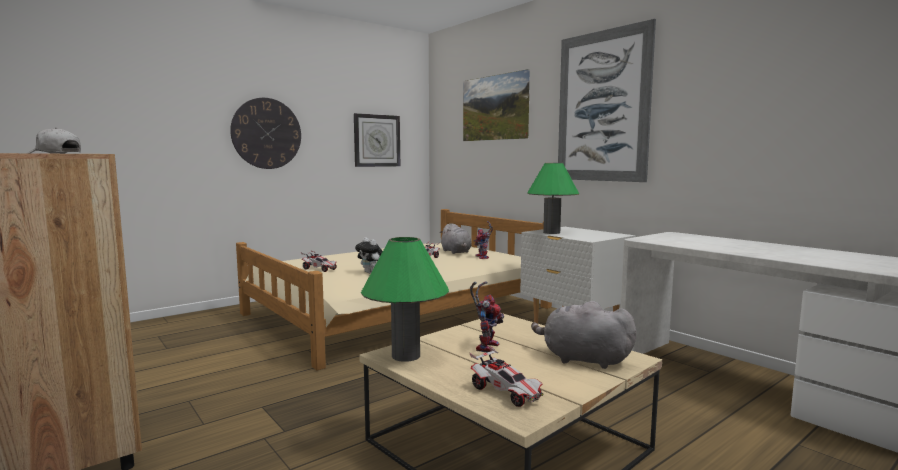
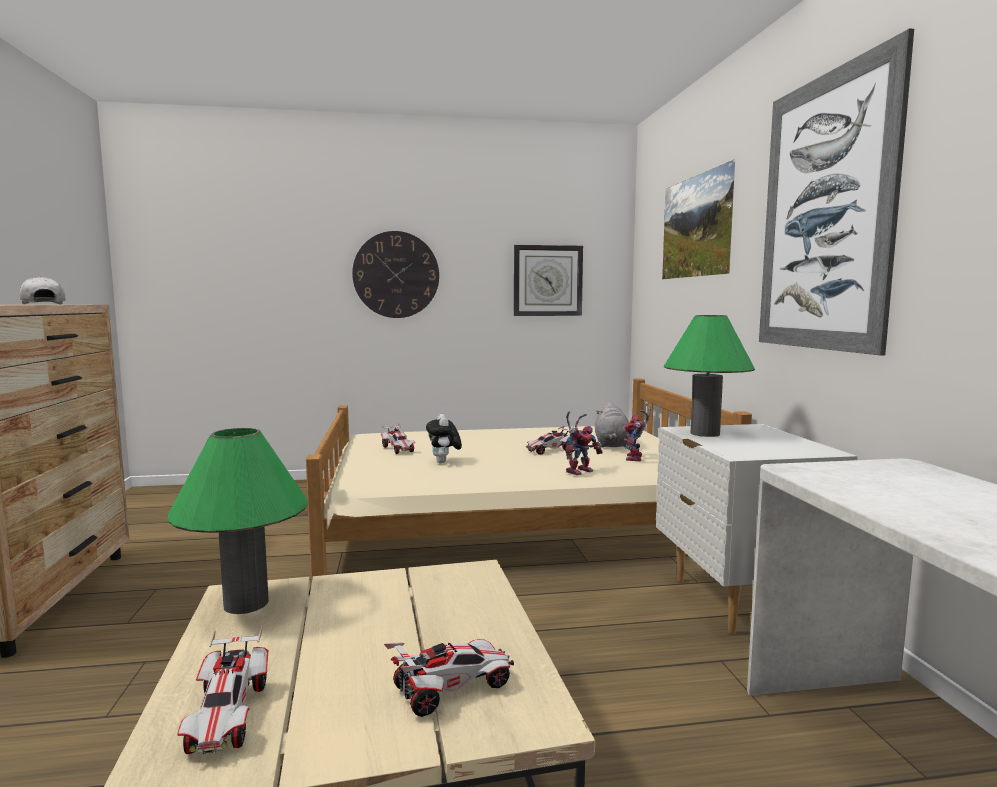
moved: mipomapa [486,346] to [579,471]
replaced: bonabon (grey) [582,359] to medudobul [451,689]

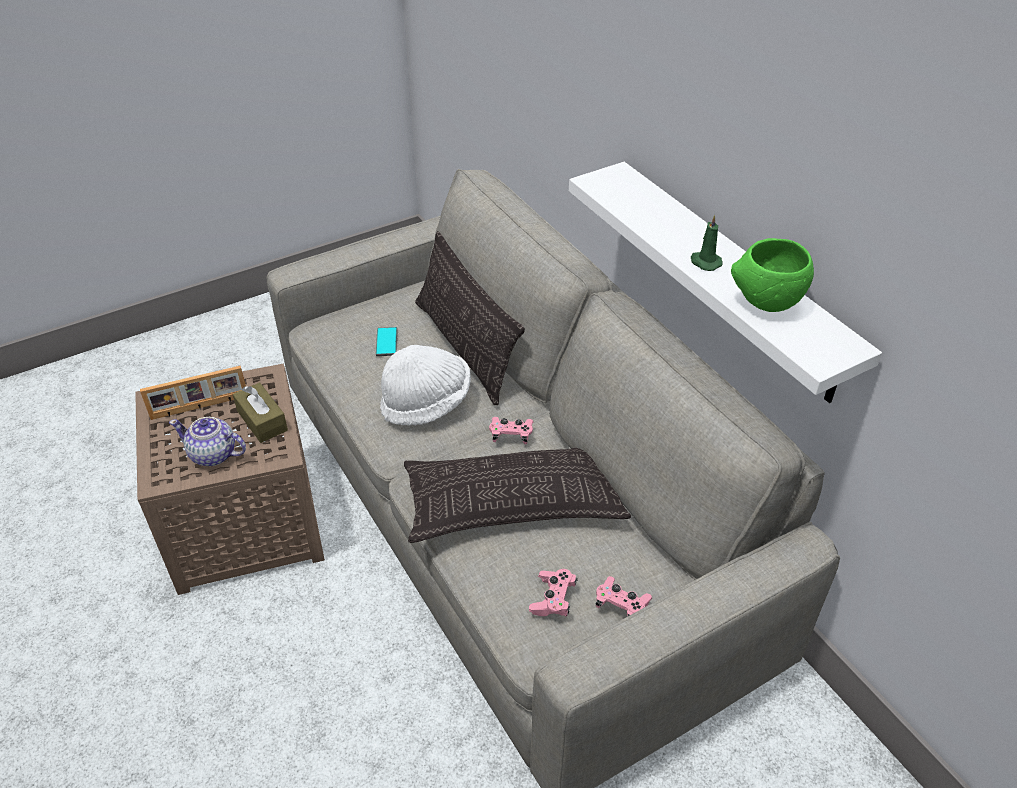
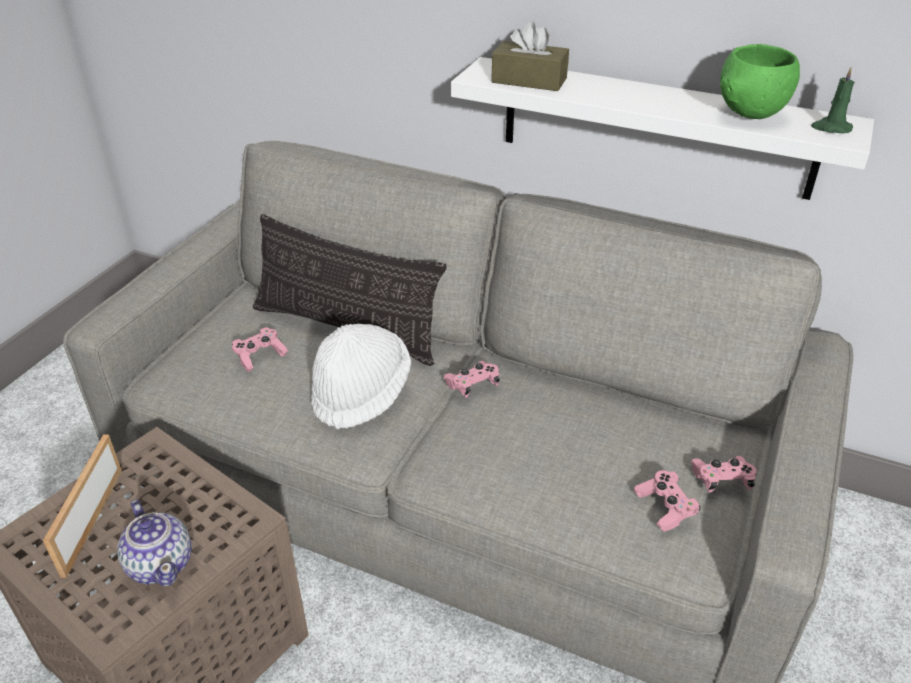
removed: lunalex [513,501]
moved: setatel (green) [704,262] to [830,128]; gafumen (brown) [262,420] to [529,80]
replaced: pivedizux [386,342] to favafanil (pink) [260,356]
turned: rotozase [200,407] = [91,520] 150 degrees clockwise; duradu [213,455] = [161,563] 105 degrees counterclockwise

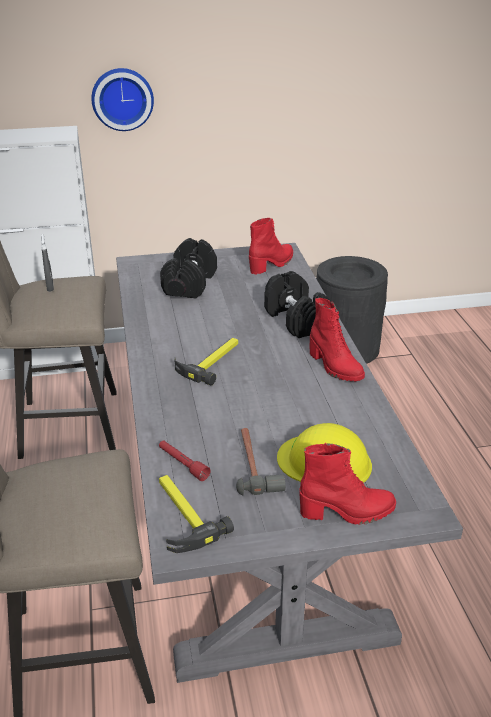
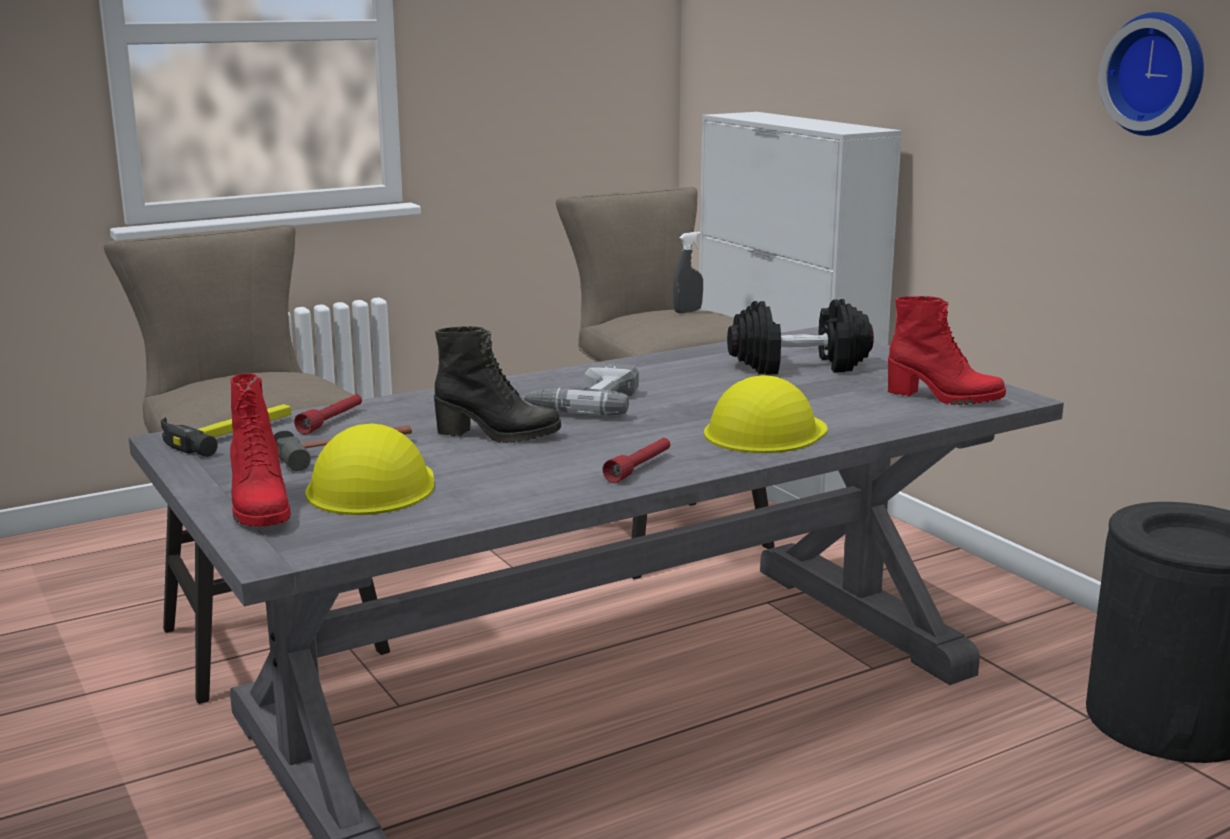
added: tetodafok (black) [497,435]
moved: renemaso [122,98] to [1157,74]
replaced: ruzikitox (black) [296,320] to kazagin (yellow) [765,432]; tetodafok (red) [334,367] to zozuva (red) [639,468]; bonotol [211,361] to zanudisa [584,403]

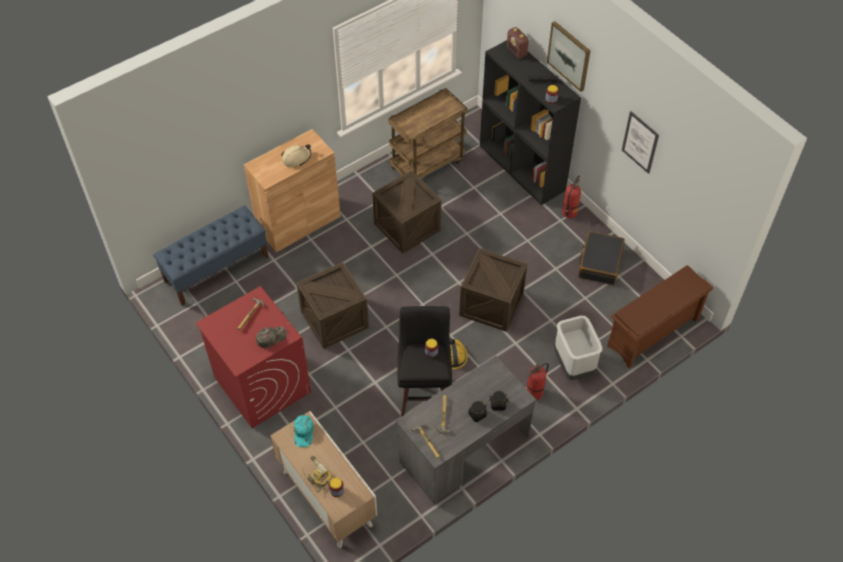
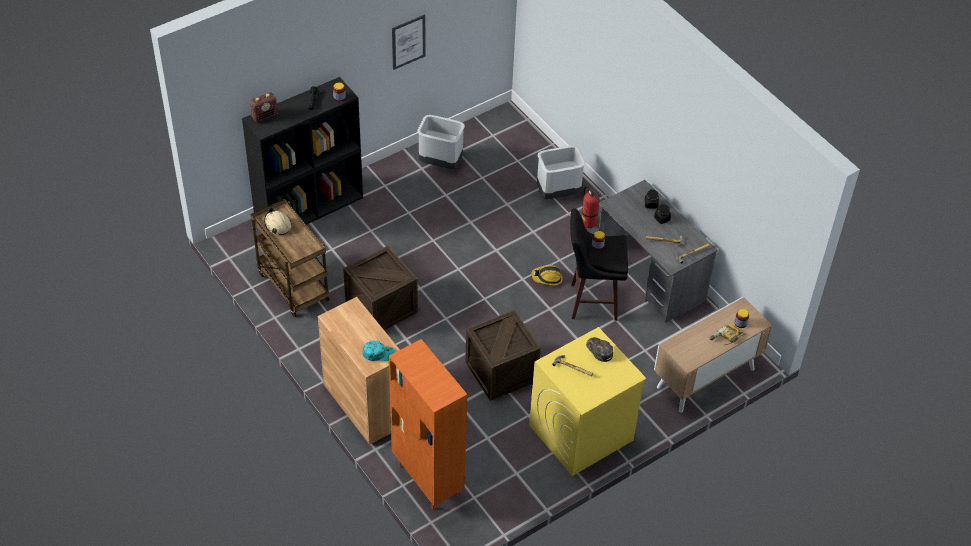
removed: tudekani [569,55]; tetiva [569,212]; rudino [491,304]; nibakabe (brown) [652,334]
moved: kazagin (beige) [296,158] to [277,224]; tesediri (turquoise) [304,433] to [378,353]
replaced: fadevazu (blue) [217,269] to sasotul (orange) [426,480]; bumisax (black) [599,263] to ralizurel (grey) [441,163]
recoloured: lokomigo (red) [261,384] to lokomigo (yellow) [580,433]

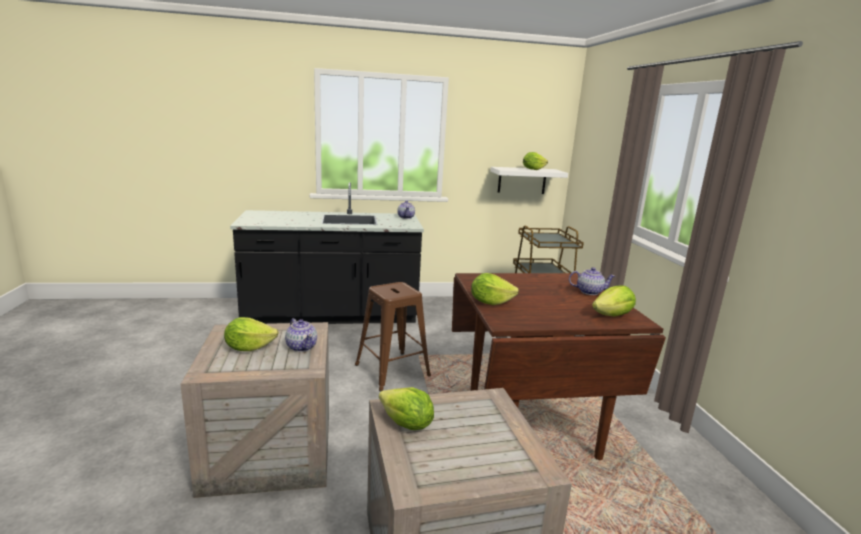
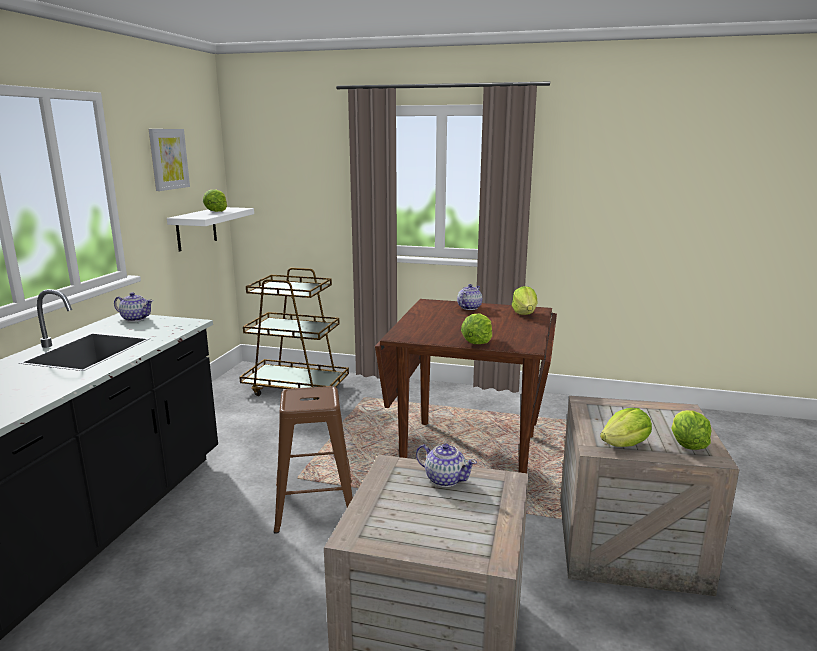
added: tudekani [168,159]
moved: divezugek [249,348] to [687,445]
turned: duradu [301,347] = [445,479] 45 degrees clockwise

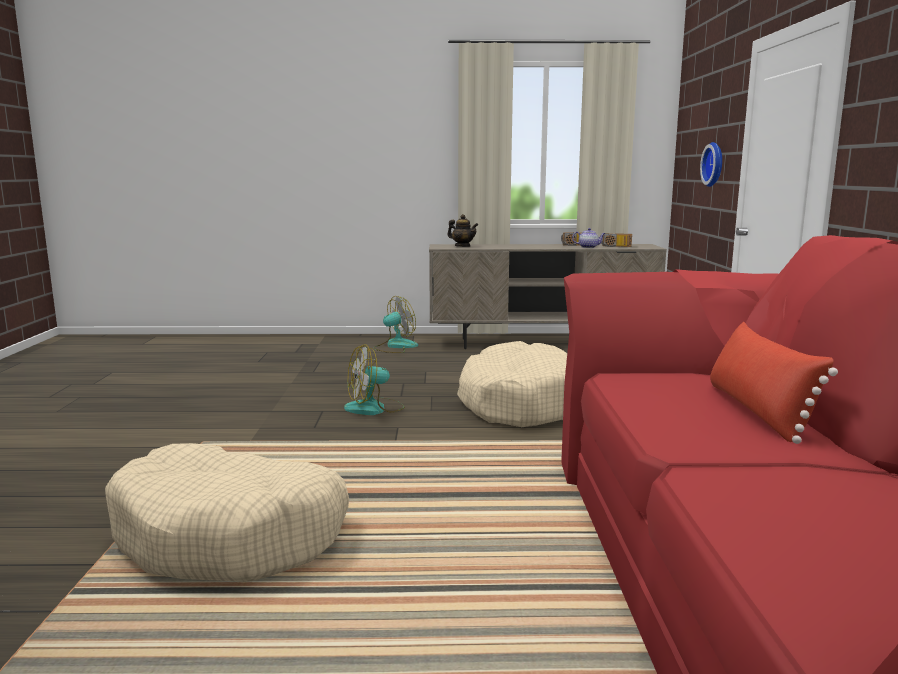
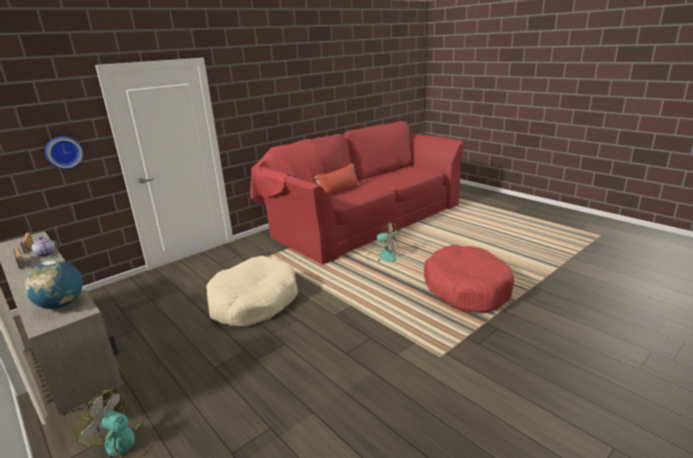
moved: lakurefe [374,408] to [383,256]
replaced: duradu [462,246] to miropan [61,305]
recoloured: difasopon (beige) [231,536] to difasopon (red) [466,288]

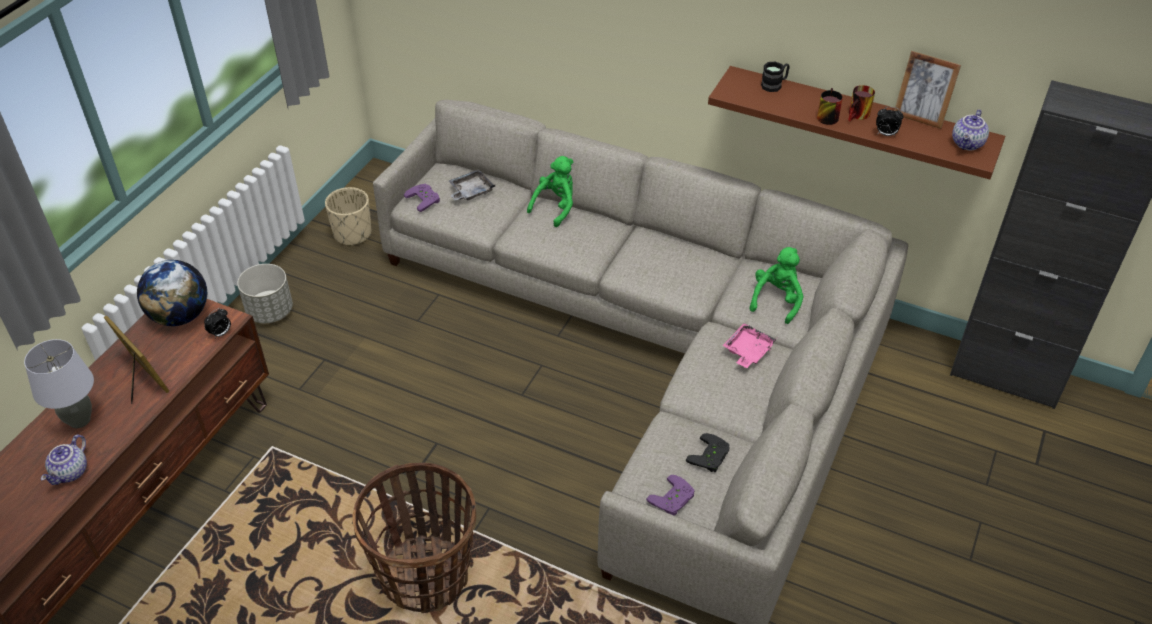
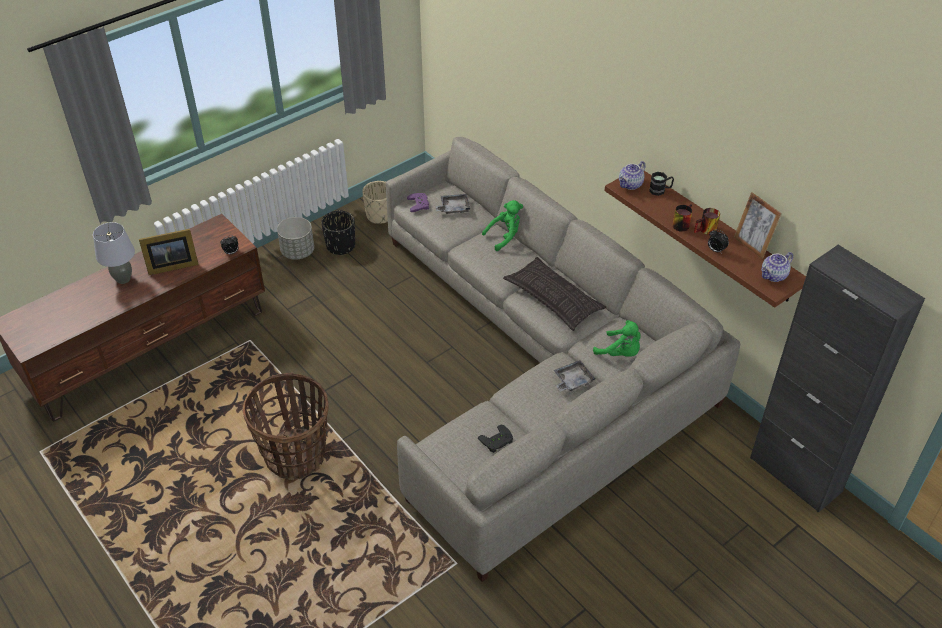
removed: miropan [180,316]; favafanil (purple) [673,500]
added: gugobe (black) [340,246]; lunalex [553,298]
moved: duradu [71,473] to [630,185]
recoloured: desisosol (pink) [747,351] to desisosol (grey) [572,381]
turned: bonabon (green) [776,300] = [620,353] 75 degrees clockwise; rotozase [142,378] = [171,265] 90 degrees clockwise

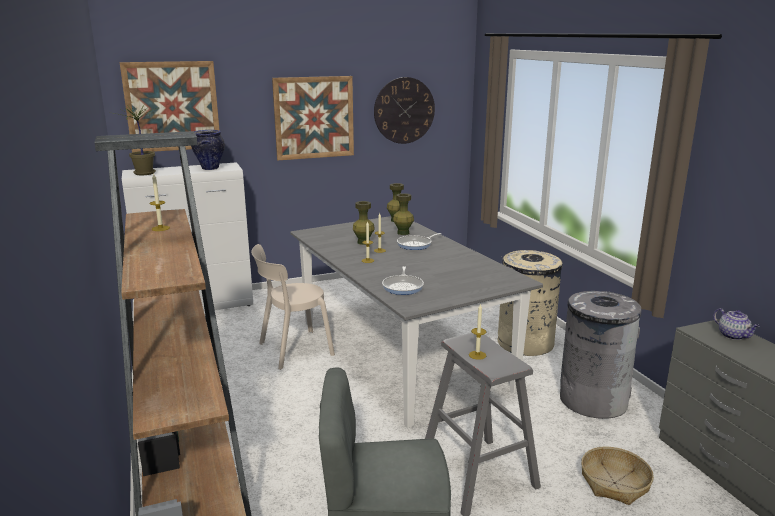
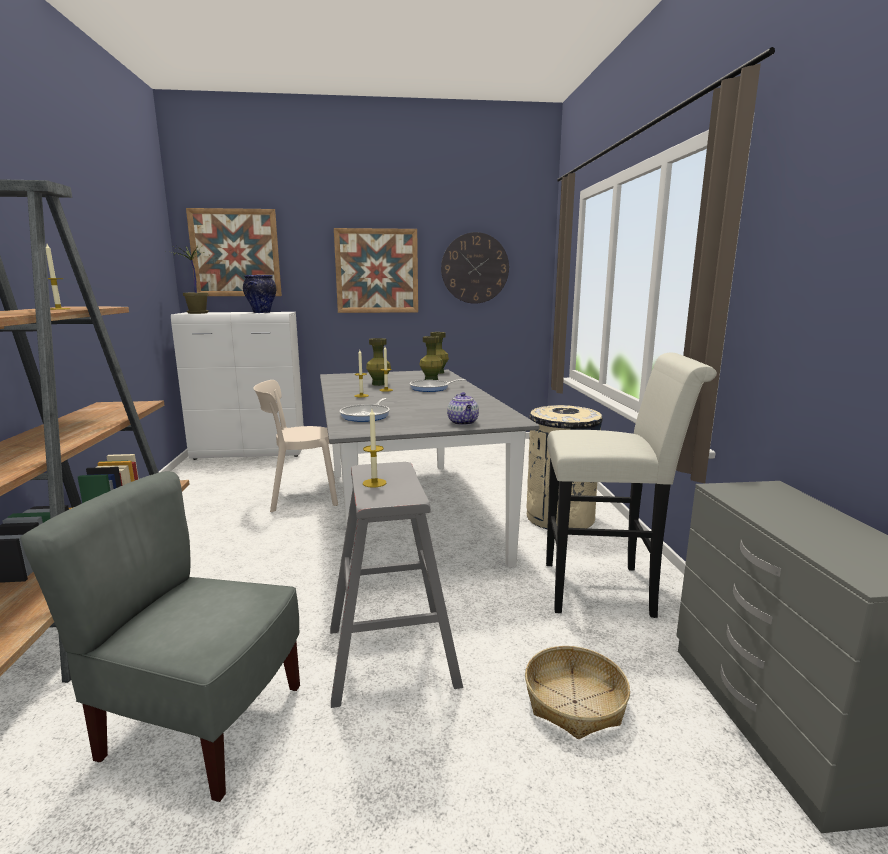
moved: duradu [733,336] to [463,423]
replaced: ralizurel (grey) [592,400] to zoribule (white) [607,589]

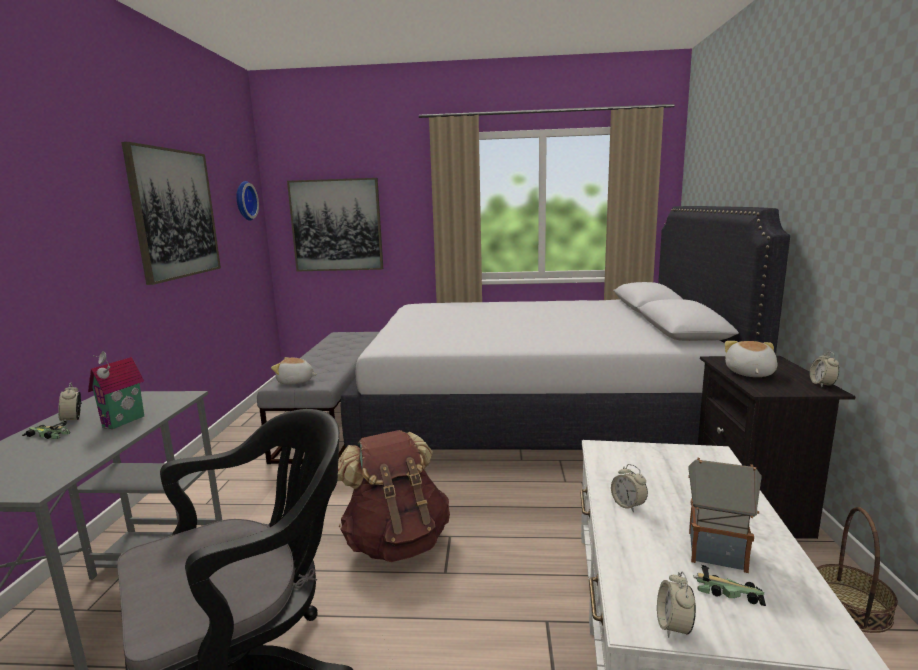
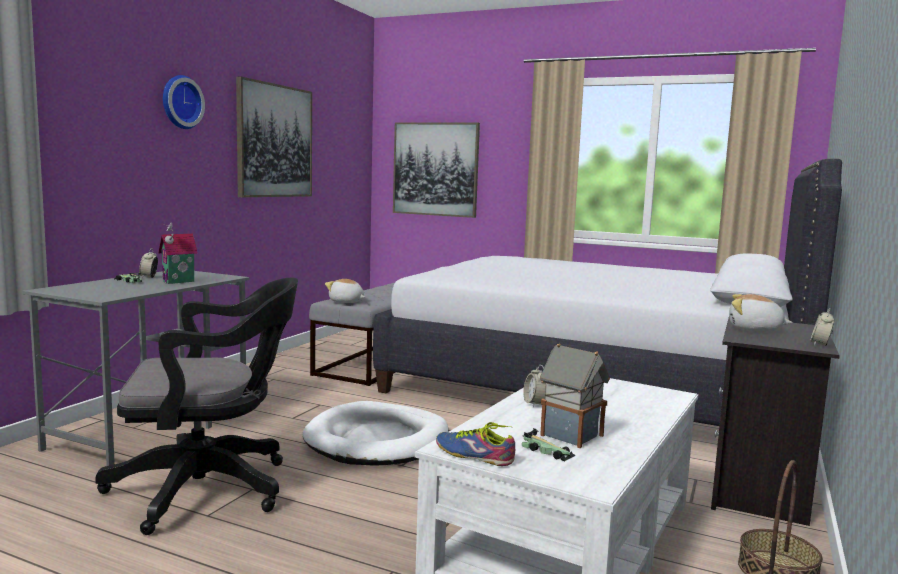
moved: renemaso [244,201] to [180,102]
replaced: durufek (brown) [396,542] to difasopon (white) [377,440]; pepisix [673,626] to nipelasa [475,454]
turned: bonabon [749,373] = [754,330] 105 degrees counterclockwise

